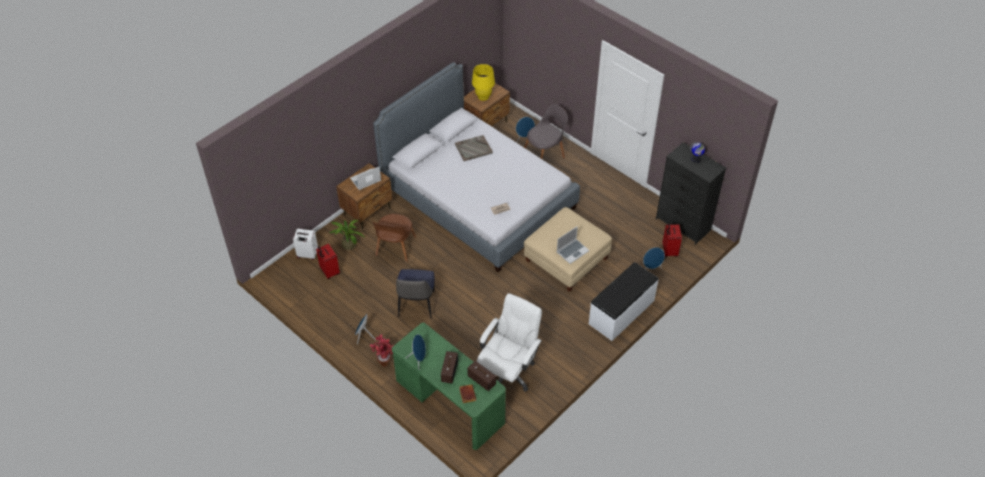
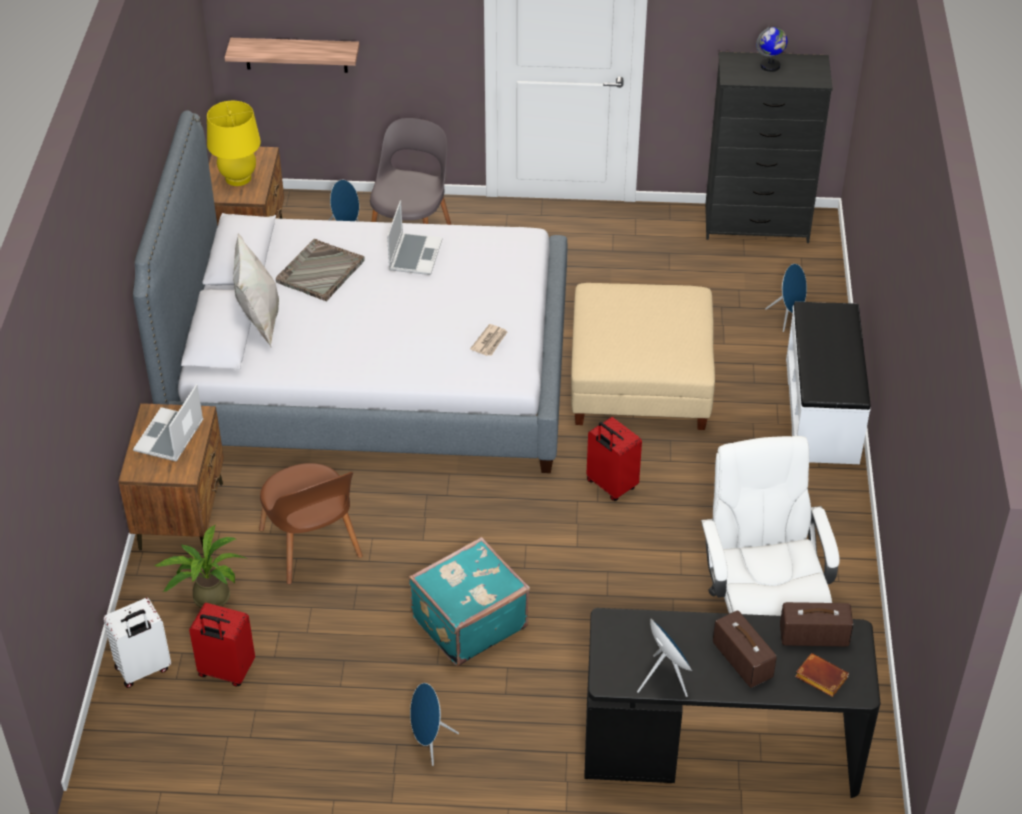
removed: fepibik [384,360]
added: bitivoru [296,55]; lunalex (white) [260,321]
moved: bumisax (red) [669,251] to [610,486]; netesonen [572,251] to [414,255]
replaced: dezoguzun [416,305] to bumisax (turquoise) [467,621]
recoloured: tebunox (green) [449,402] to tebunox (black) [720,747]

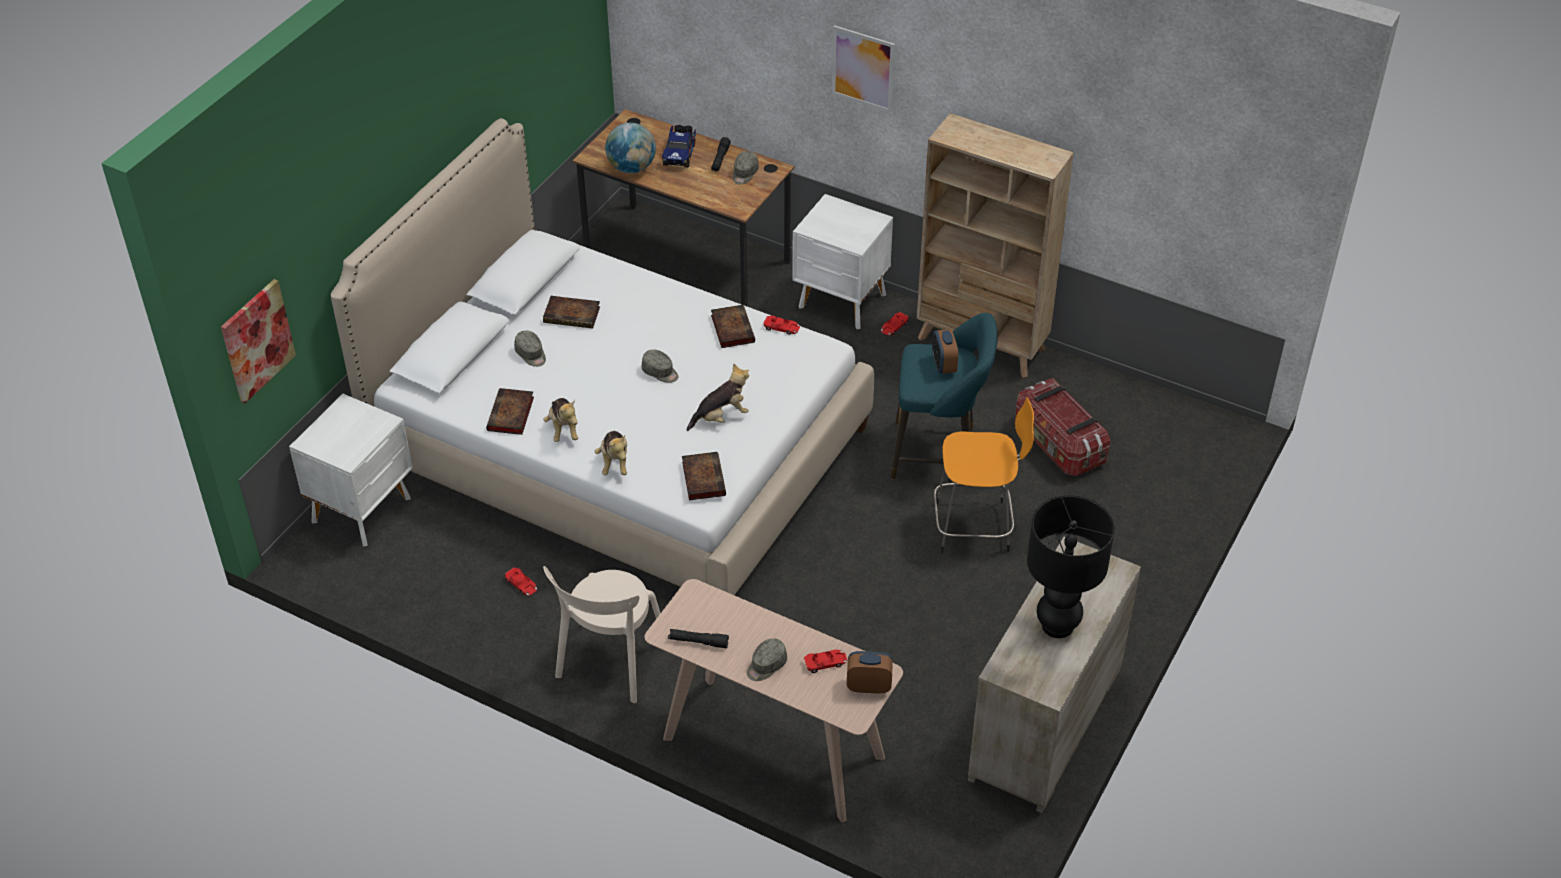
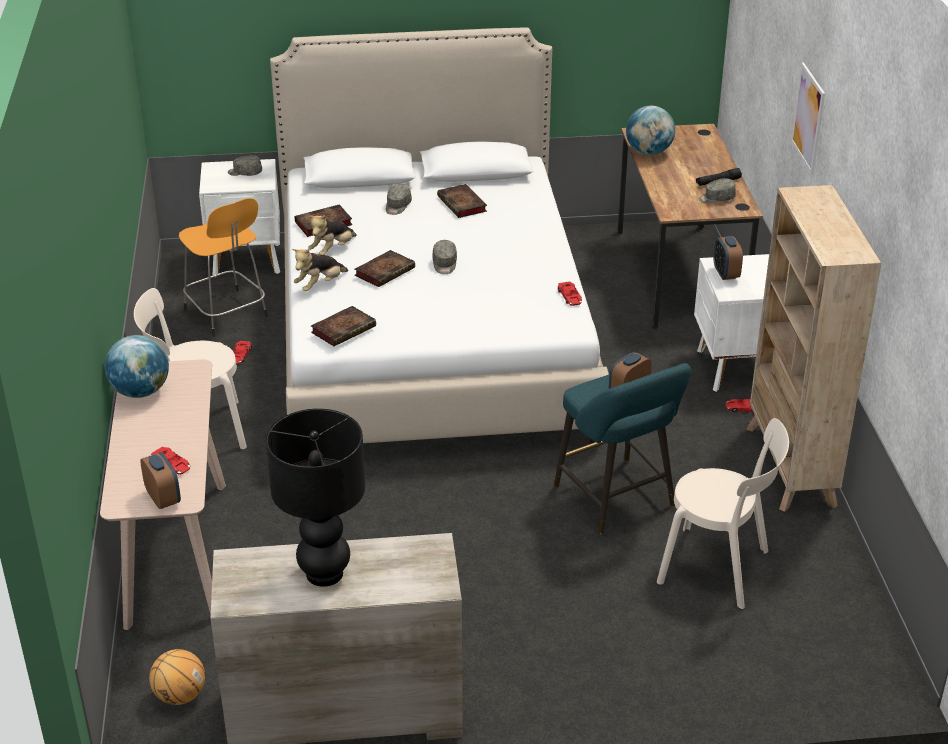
removed: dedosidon [680,153]; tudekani [257,340]; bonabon [721,417]
added: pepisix [725,274]; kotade [179,696]
moved: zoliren [731,328] to [385,271]; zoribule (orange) [975,527] to [227,314]; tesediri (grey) [766,666] to [245,173]
replaced: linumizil [1058,444] to dezoguzun (beige) [719,568]; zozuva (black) [698,642] to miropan [141,391]

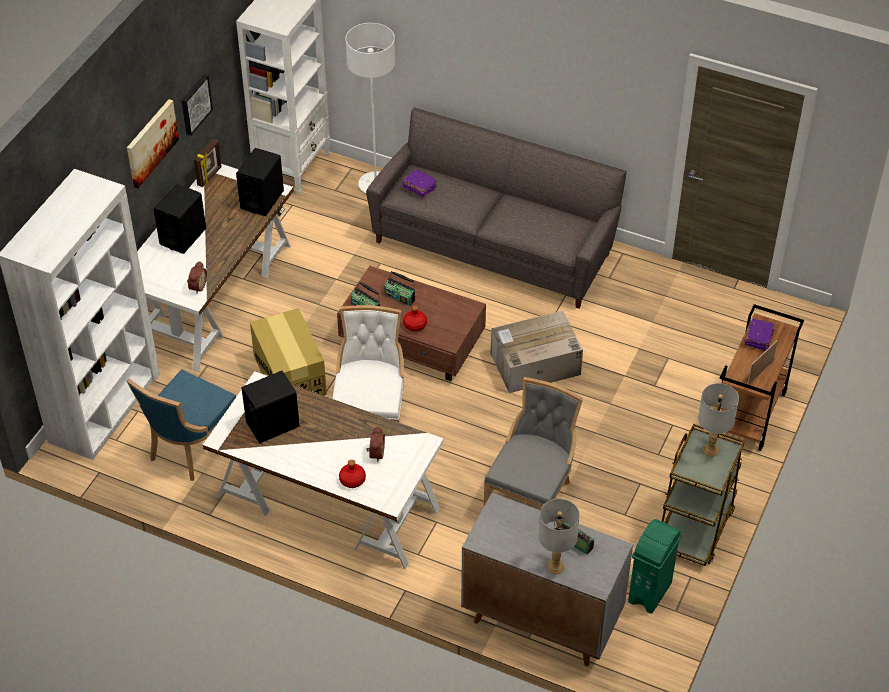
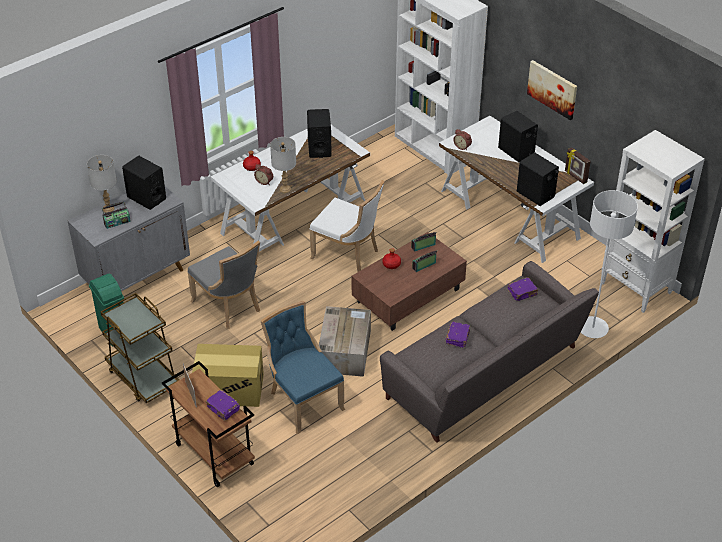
removed: tudekani [195,104]
added: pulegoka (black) [146,198]; zoliren (purple) [458,338]
moved: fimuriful [290,375] to [229,389]; dezoguzun (blue) [191,448] to [303,400]; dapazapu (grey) [711,450] to [285,189]

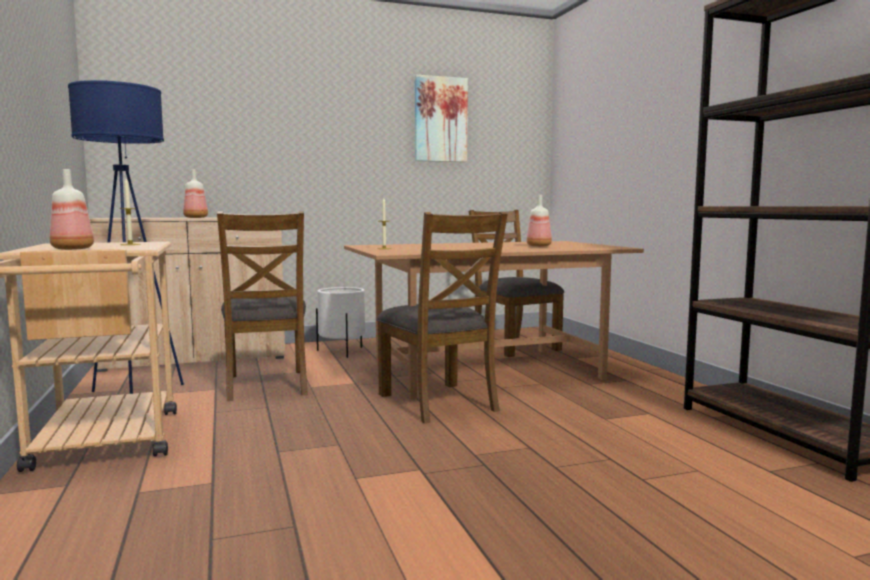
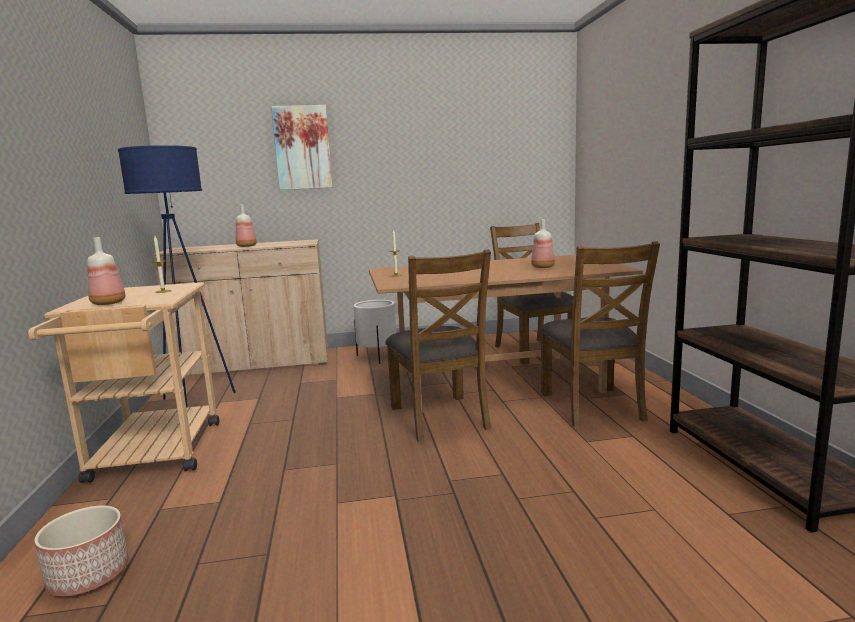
added: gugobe [88,575]
moved: tudekani [440,119] to [302,148]; dezoguzun (brown) [267,385] to [592,406]

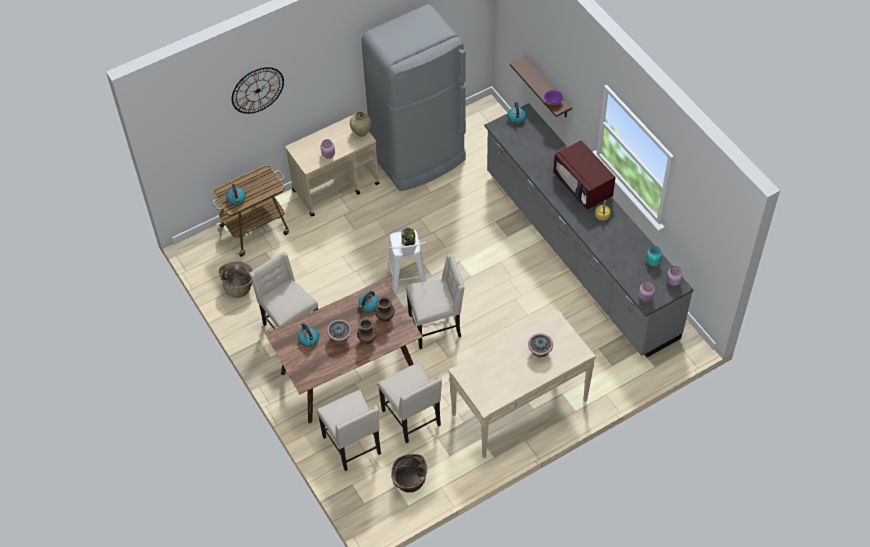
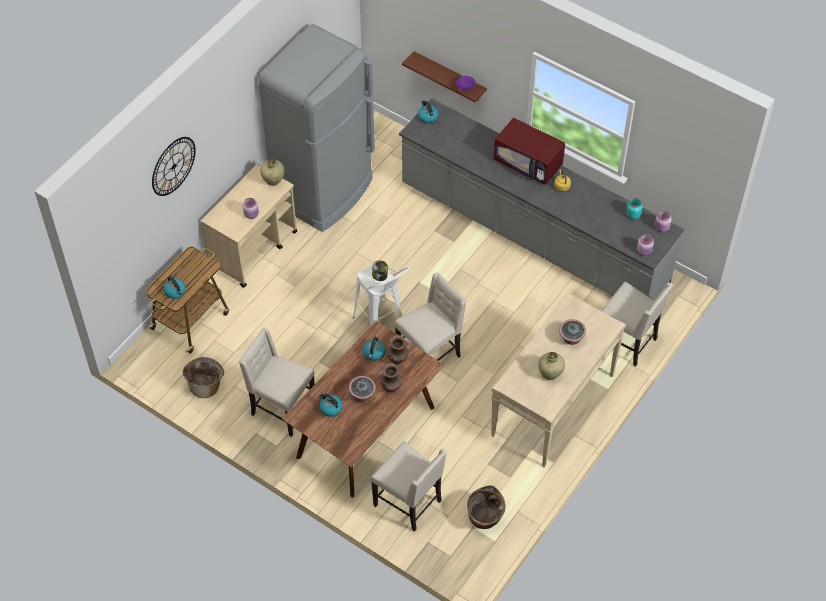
added: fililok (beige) [550,374]
moved: dezoguzun (beige) [413,418] to [627,342]

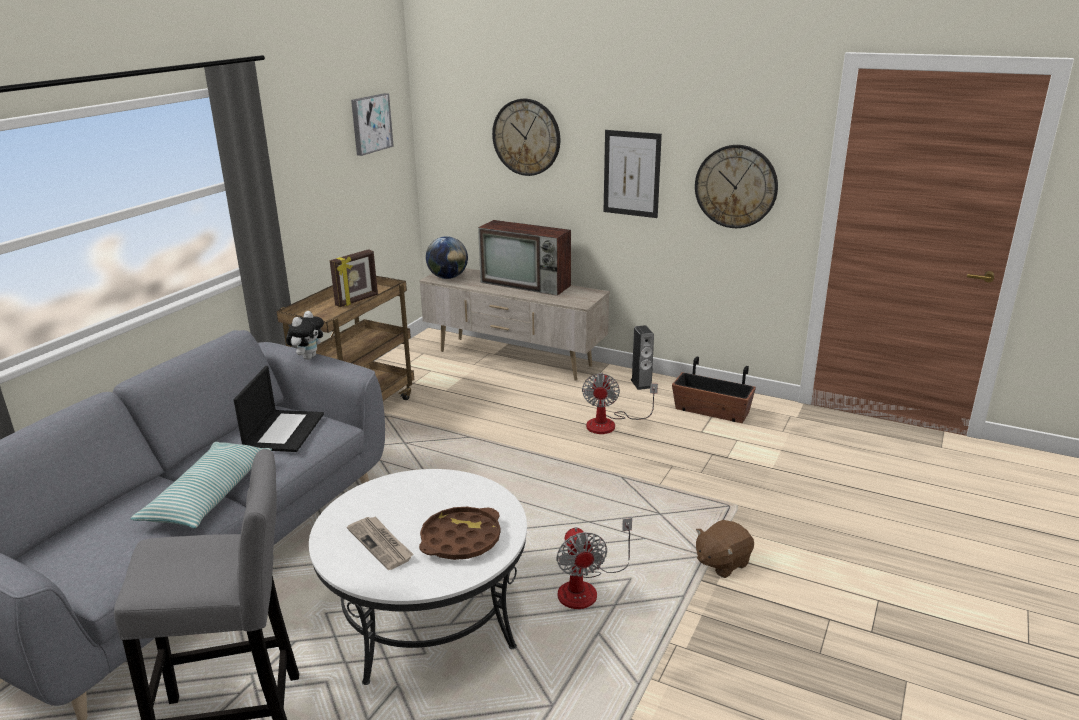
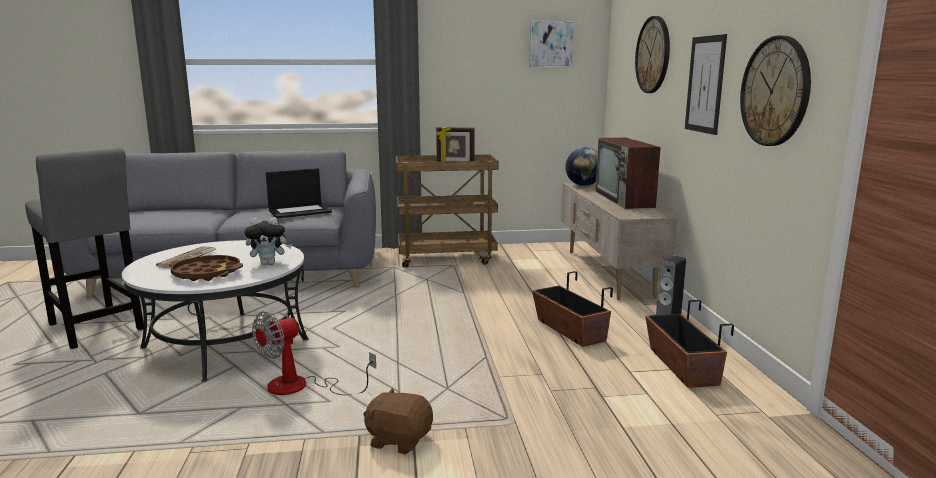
removed: lunalex [209,495]
moved: bonabon [308,357] to [269,263]
replaced: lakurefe [610,424] to gugobe [569,330]

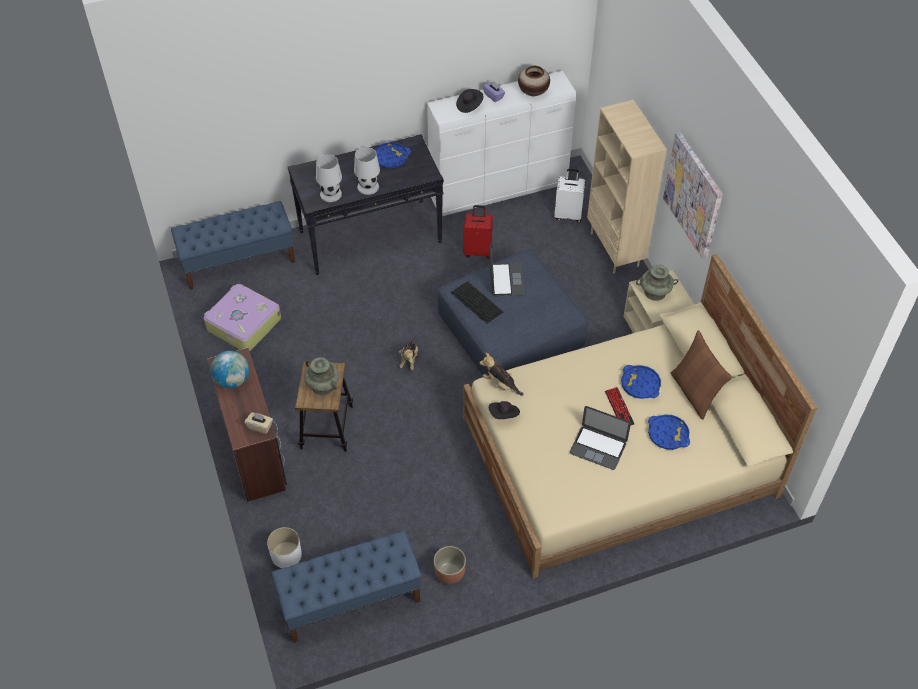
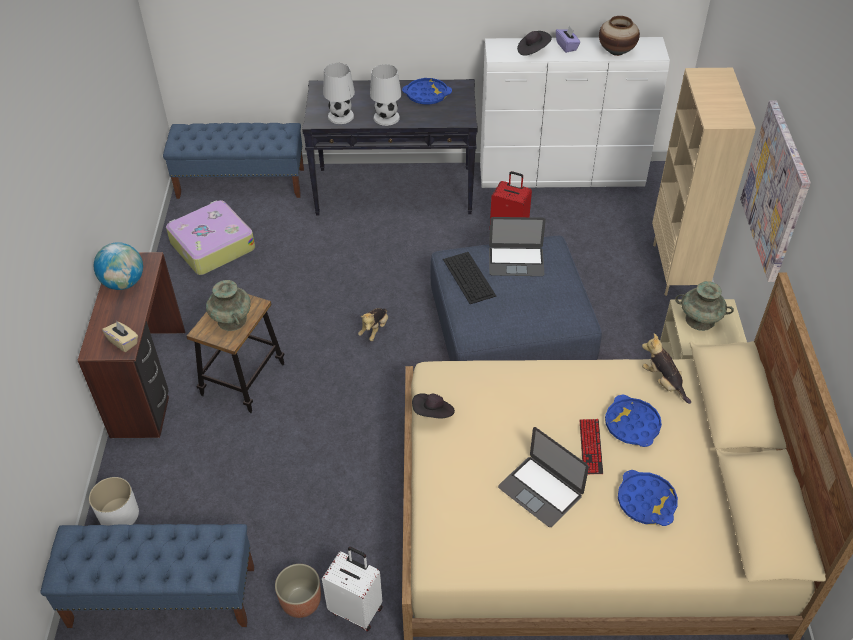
removed: lunalex (brown) [694,393]
moved: bumisax (white) [568,215] to [357,609]; bonabon [500,384] to [663,382]
turned: netesonen [506,279] = [516,261] 75 degrees clockwise

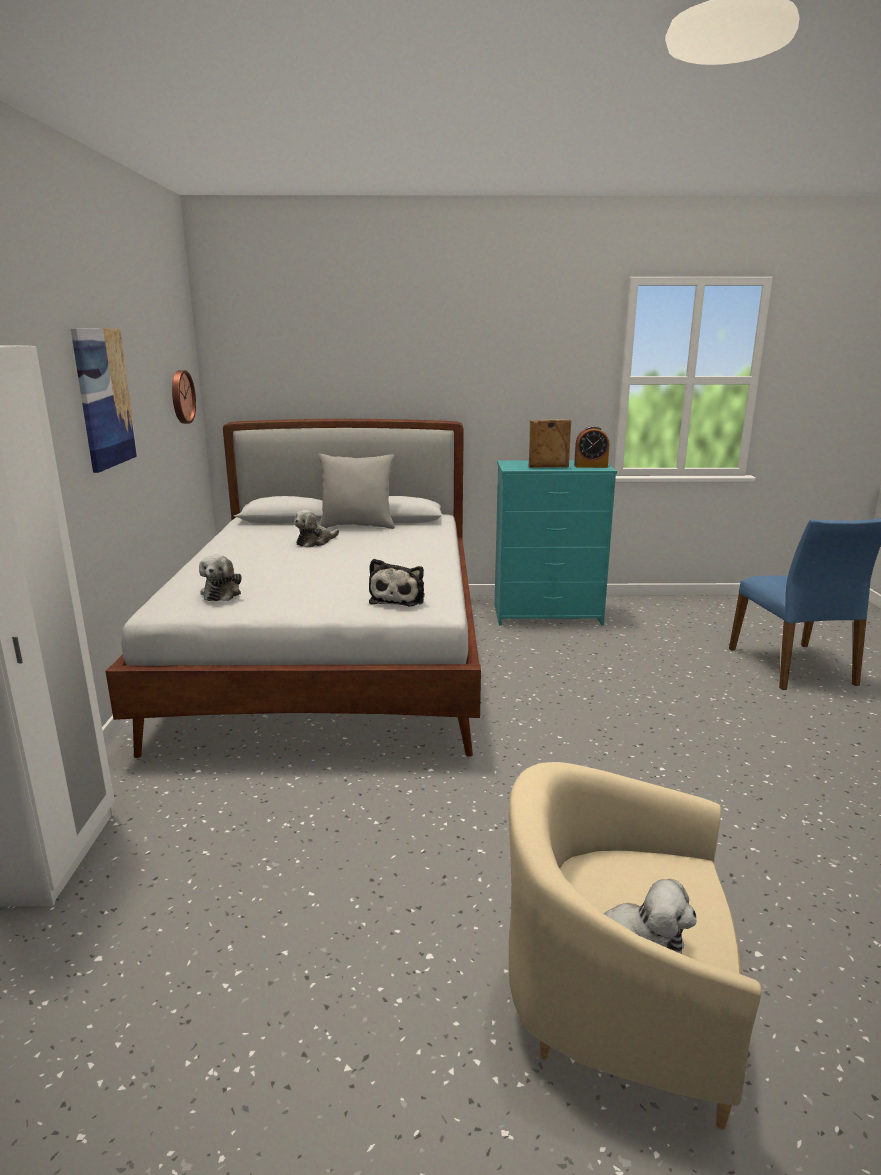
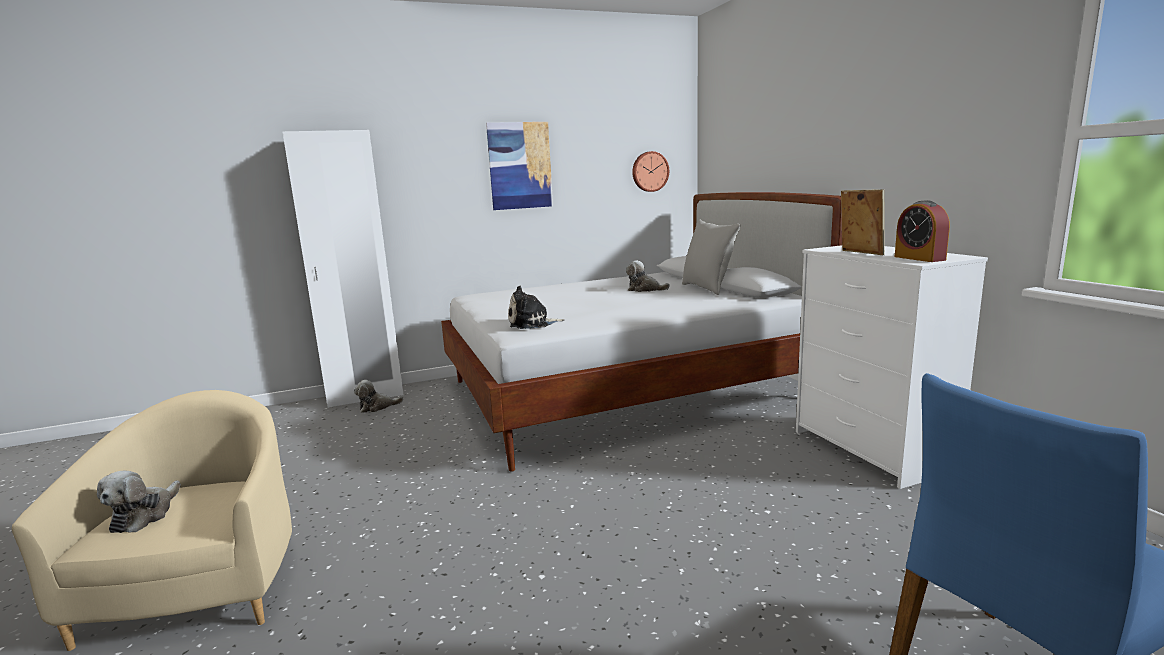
moved: bonabon [222,593] to [377,407]
recoloured: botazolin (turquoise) [548,614] to botazolin (white) [872,450]

